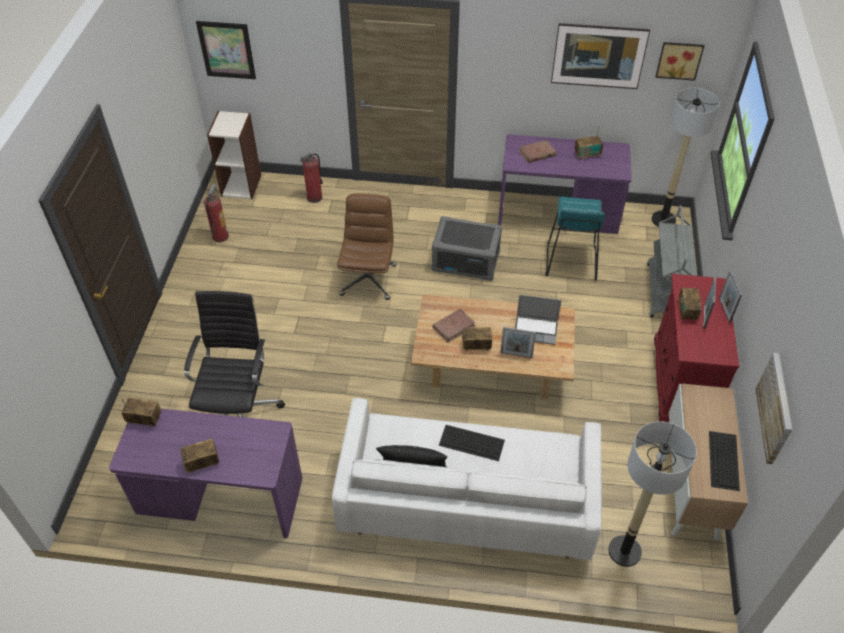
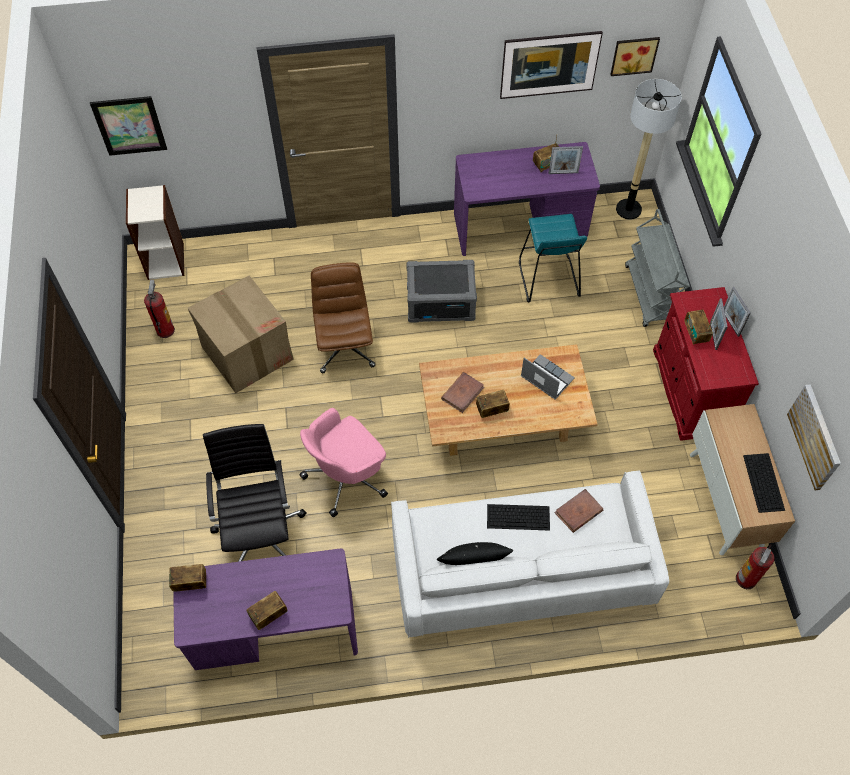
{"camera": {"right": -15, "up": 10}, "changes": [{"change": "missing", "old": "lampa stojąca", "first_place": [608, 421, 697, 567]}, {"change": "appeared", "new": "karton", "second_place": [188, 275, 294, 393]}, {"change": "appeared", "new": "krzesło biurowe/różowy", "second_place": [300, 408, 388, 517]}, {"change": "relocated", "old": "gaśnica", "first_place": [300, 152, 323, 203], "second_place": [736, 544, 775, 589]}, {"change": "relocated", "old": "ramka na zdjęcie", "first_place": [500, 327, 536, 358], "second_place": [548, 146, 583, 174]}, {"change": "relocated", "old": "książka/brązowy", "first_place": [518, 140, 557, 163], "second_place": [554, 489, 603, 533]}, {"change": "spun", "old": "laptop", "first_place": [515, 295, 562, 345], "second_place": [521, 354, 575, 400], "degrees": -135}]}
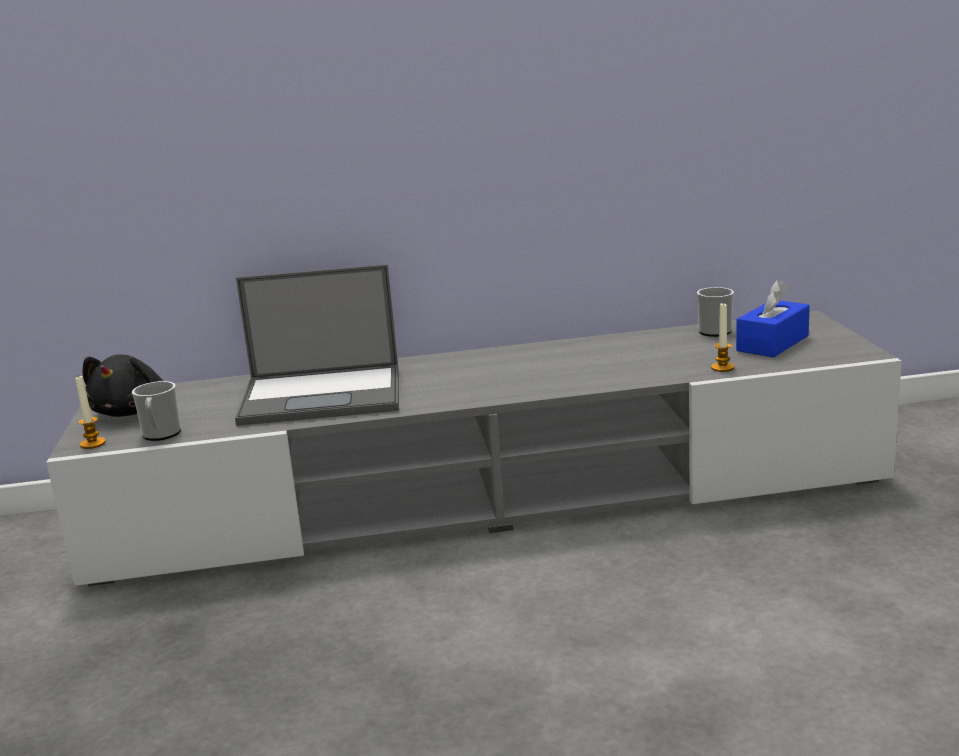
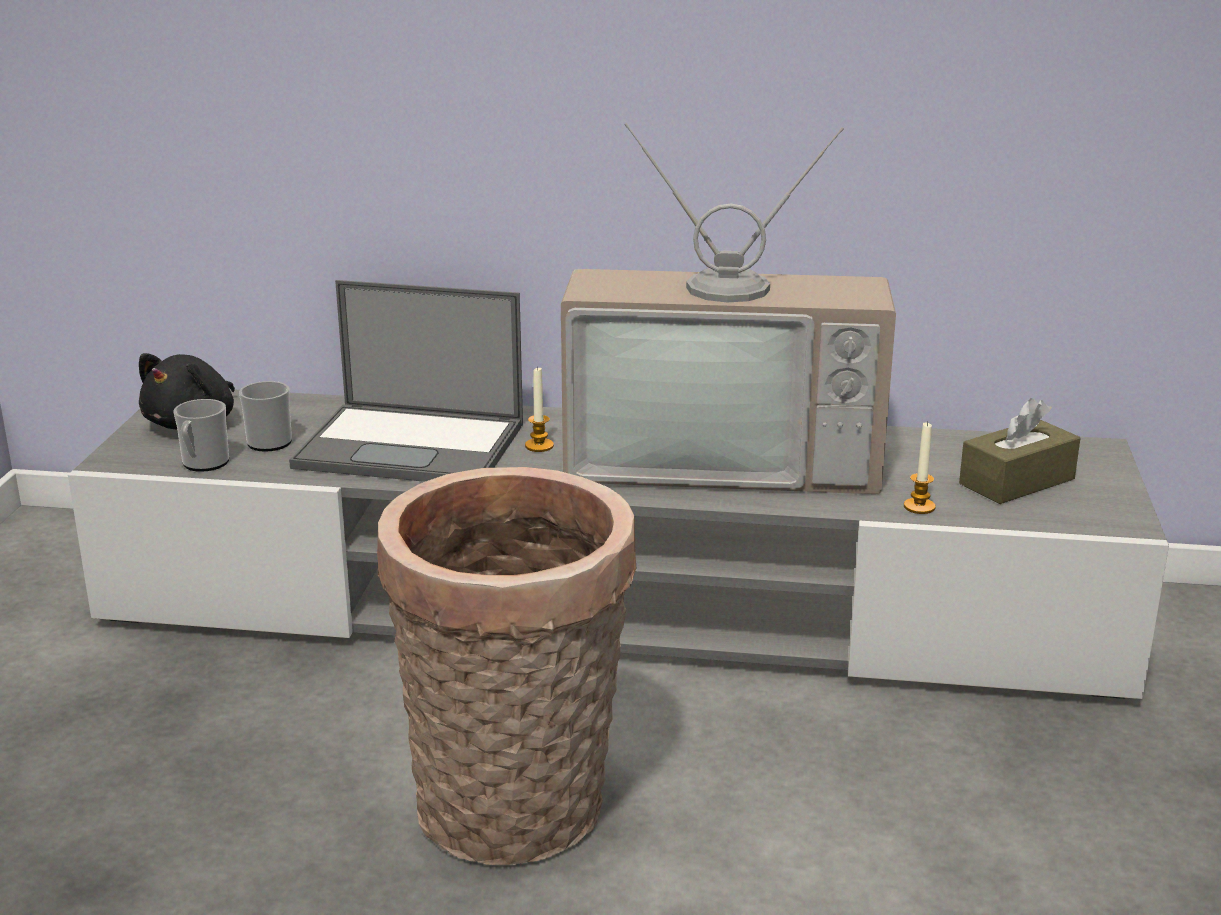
{"camera": {"right": 15, "up": 5}, "changes": [{"change": "appeared", "new": "koszyk", "second_place": [377, 467, 636, 865]}, {"change": "appeared", "new": "telewizor", "second_place": [561, 123, 896, 494]}, {"change": "relocated", "old": "świeca", "first_place": [76, 375, 106, 449], "second_place": [525, 366, 554, 452]}, {"change": "relocated", "old": "kubek", "first_place": [697, 287, 734, 337], "second_place": [239, 381, 292, 452]}, {"change": "colour", "old": "pudełko chusteczek/niebieski", "new": "pudełko chusteczek/brązowy", "first_place": [736, 280, 810, 357], "second_place": [959, 398, 1080, 504]}]}
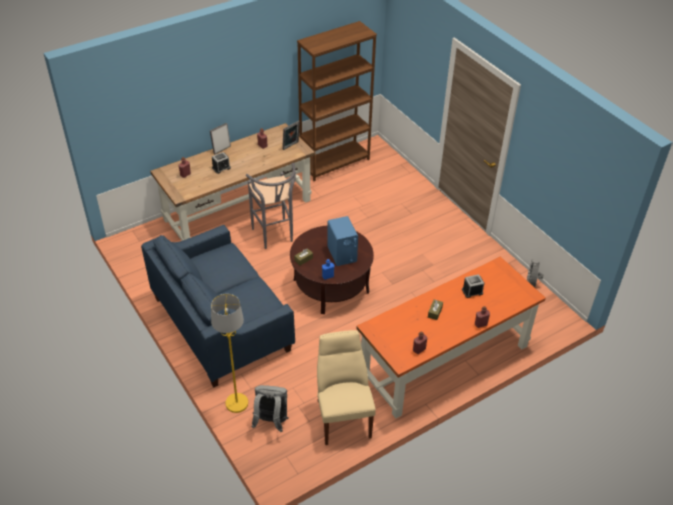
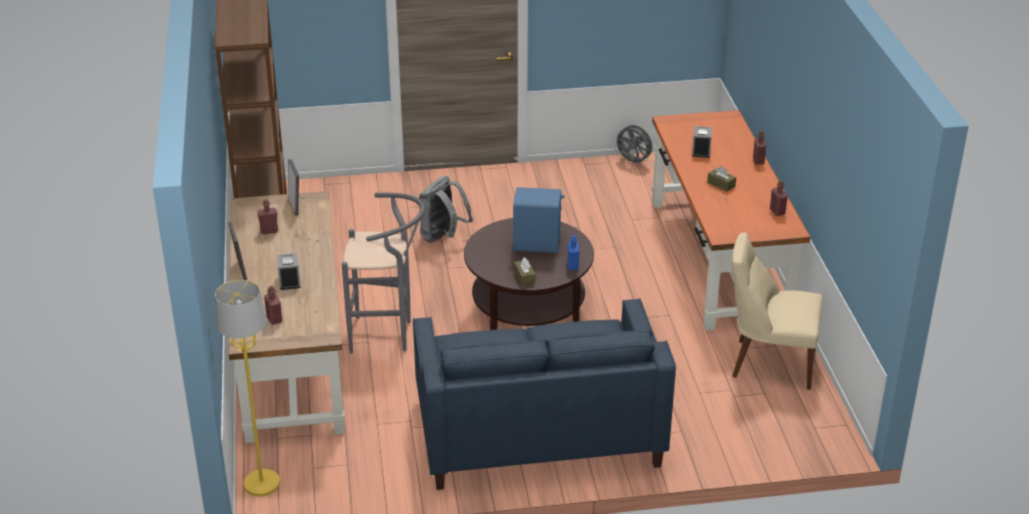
{"camera": {"right": -65, "up": -10}, "changes": [{"change": "relocated", "old": "lampa stojąca/żółty", "first_place": [211, 294, 248, 413], "second_place": [215, 280, 280, 497]}, {"change": "relocated", "old": "plecak/szary", "first_place": [252, 385, 289, 432], "second_place": [419, 176, 473, 242]}]}
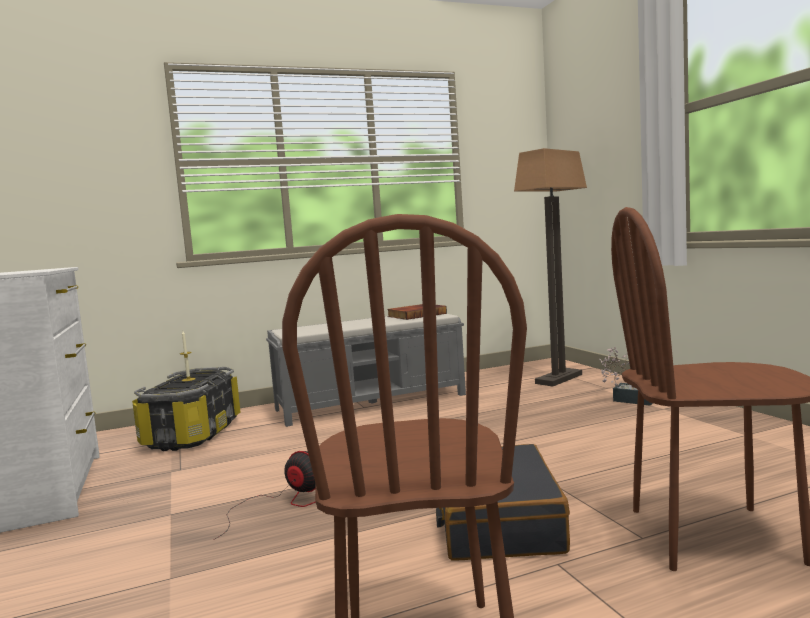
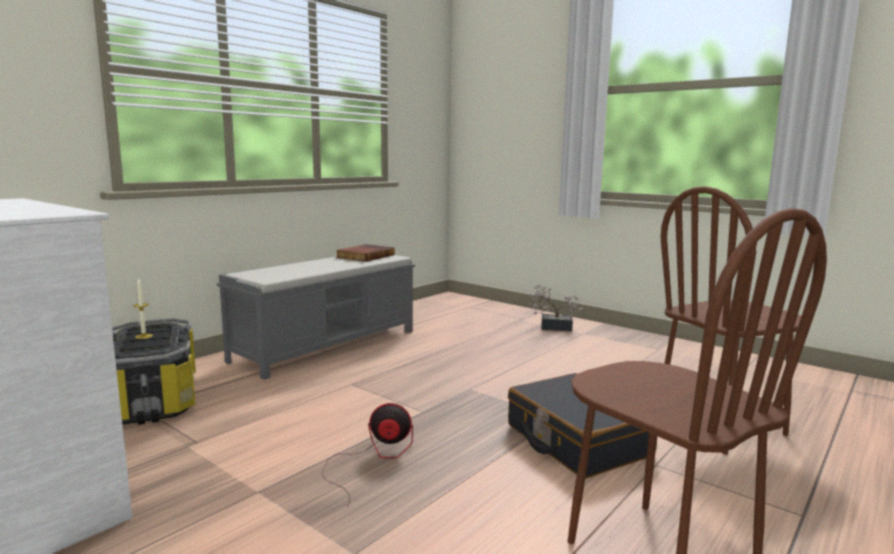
{"camera": {"right": -30, "up": 5}, "changes": [{"change": "missing", "old": "lampa stojąca", "first_place": [514, 148, 587, 387]}]}
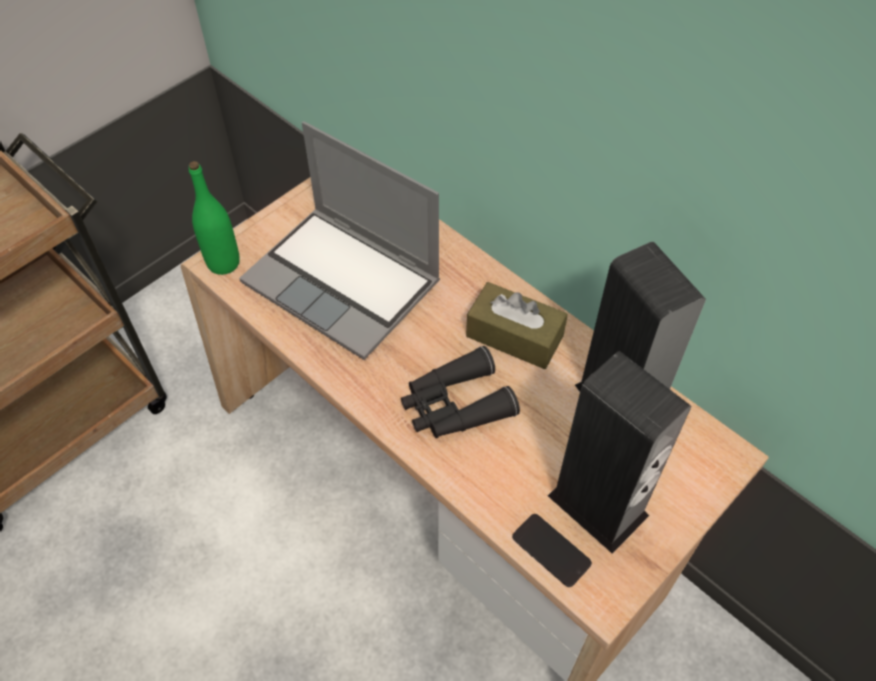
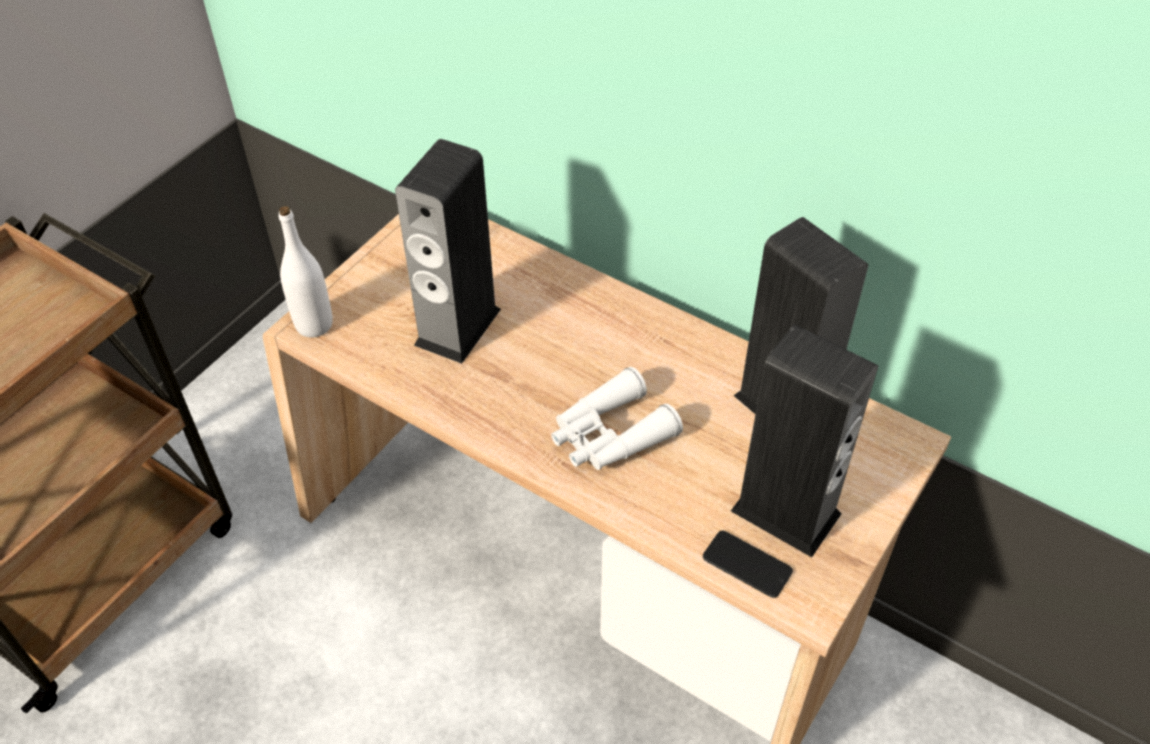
{"camera": {"right": -10, "up": -5}, "changes": [{"change": "missing", "old": "pudełko chusteczek/brązowy", "first_place": [466, 282, 568, 369]}, {"change": "exchanged", "old": "laptop", "new": "głośnik", "first_place": [239, 121, 440, 360], "second_place": [395, 139, 501, 364]}, {"change": "colour", "old": "butelka/zielony", "new": "butelka/biały", "first_place": [189, 161, 240, 275], "second_place": [279, 206, 333, 337]}, {"change": "colour", "old": "lornetka/czarny", "new": "lornetka/biały", "first_place": [401, 346, 520, 438], "second_place": [551, 367, 683, 470]}]}
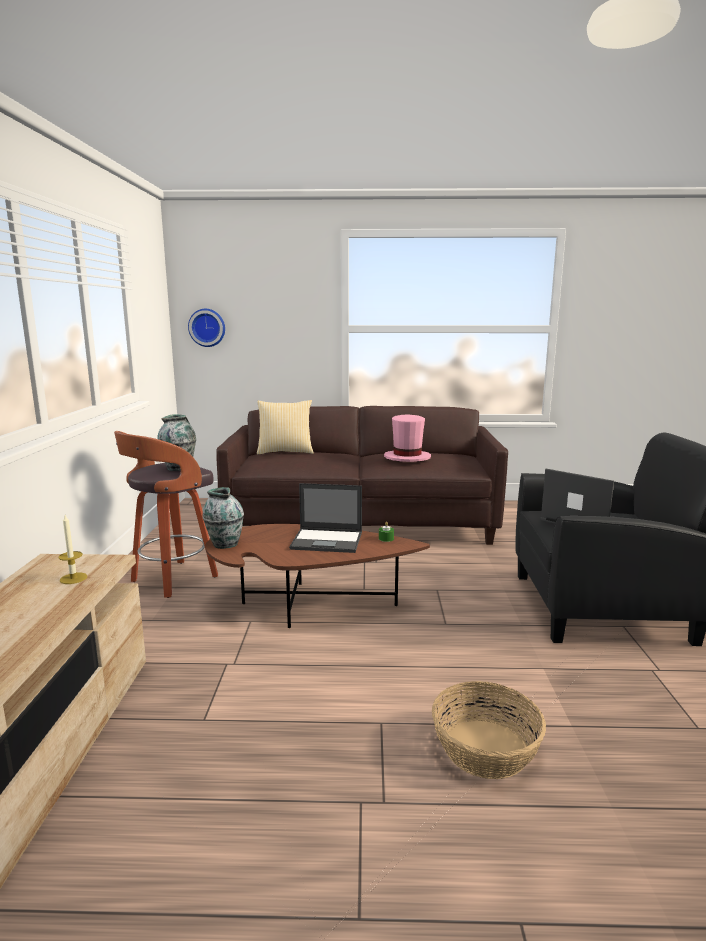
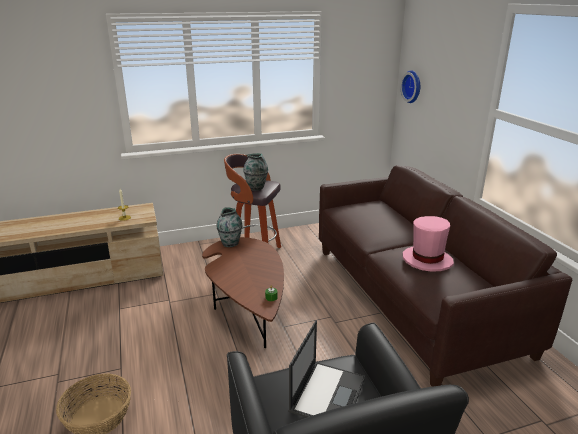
{"camera": {"right": 70, "up": 10}, "changes": [{"change": "missing", "old": "poduszka", "first_place": [257, 400, 314, 455]}, {"change": "missing", "old": "laptop", "first_place": [289, 483, 362, 553]}]}
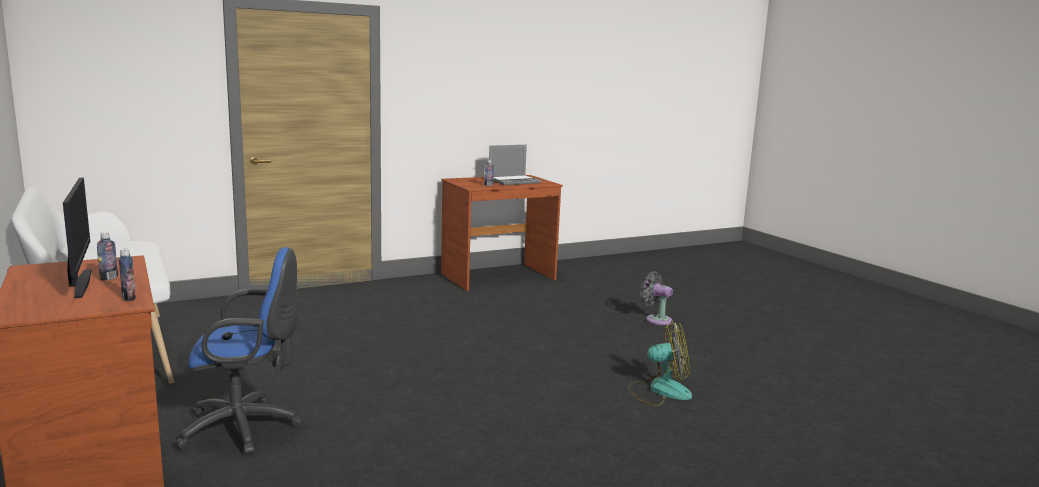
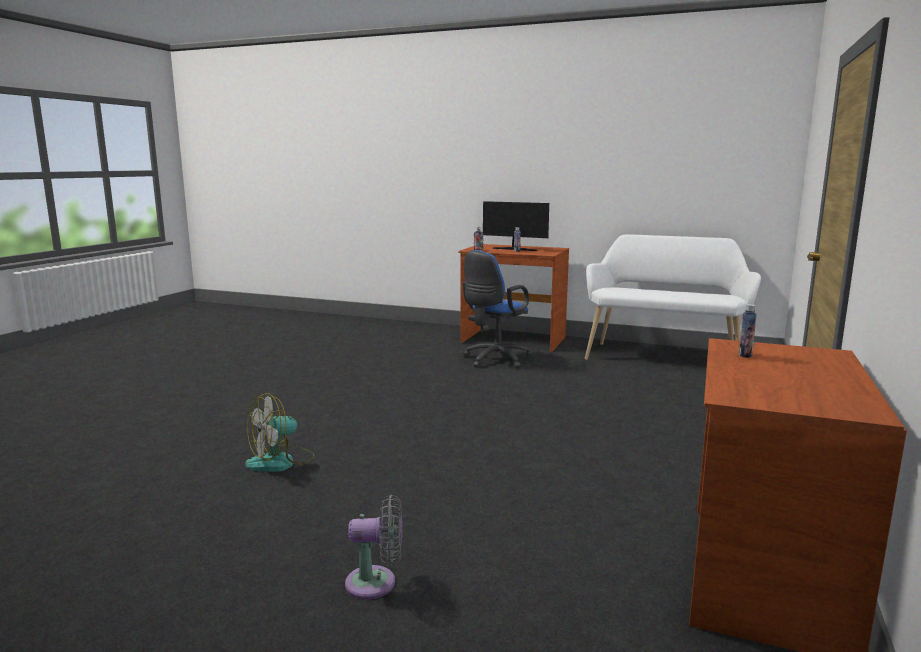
{"camera": {"right": 140, "up": 0}, "changes": [{"change": "missing", "old": "laptop", "first_place": [489, 145, 541, 185]}]}
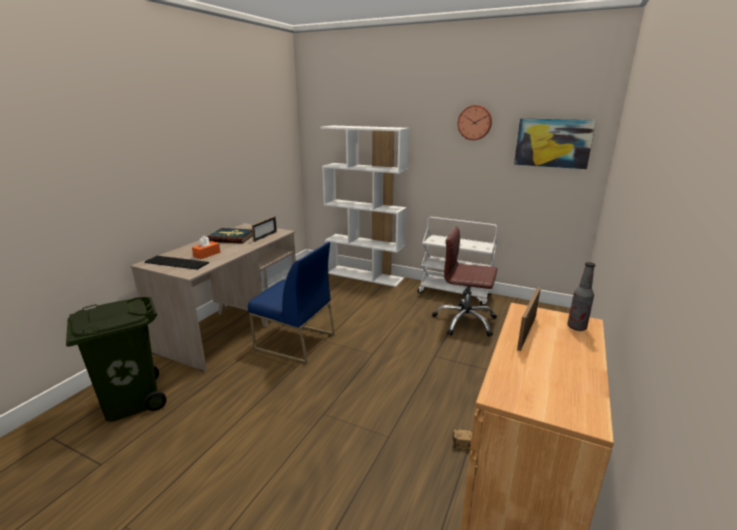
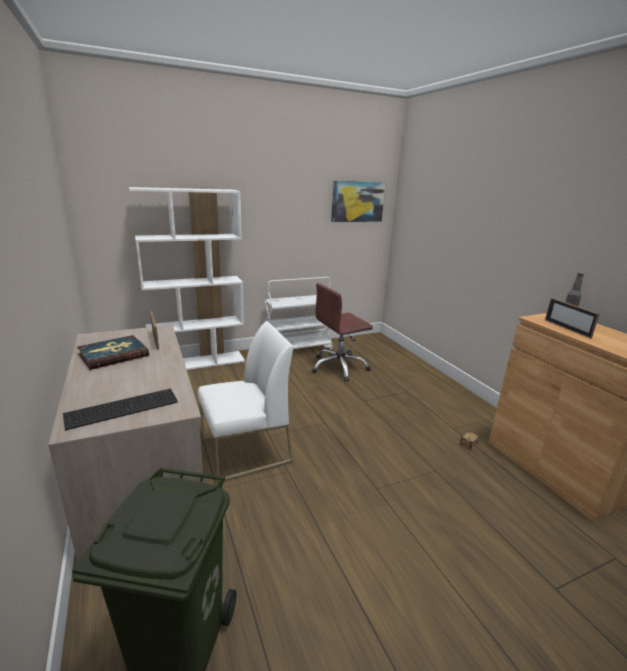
{"camera": {"right": -50, "up": 0}, "changes": [{"change": "missing", "old": "pudełko chusteczek/pomarańczowy", "first_place": [192, 236, 220, 259]}, {"change": "missing", "old": "zegar ścienny", "first_place": [458, 105, 492, 140]}, {"change": "colour", "old": "krzesło/niebieski", "new": "krzesło/biały", "first_place": [248, 242, 335, 364], "second_place": [198, 321, 293, 483]}]}
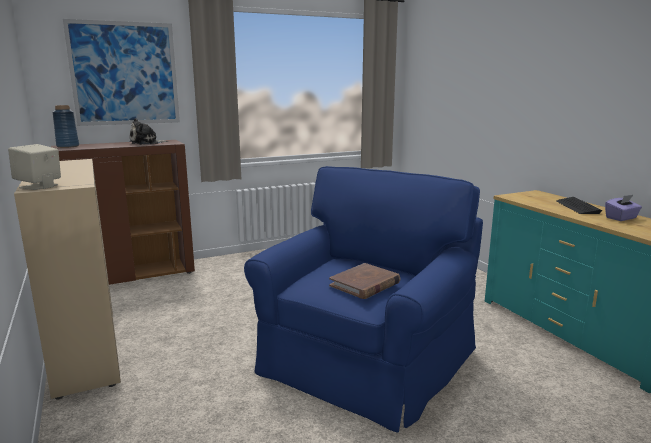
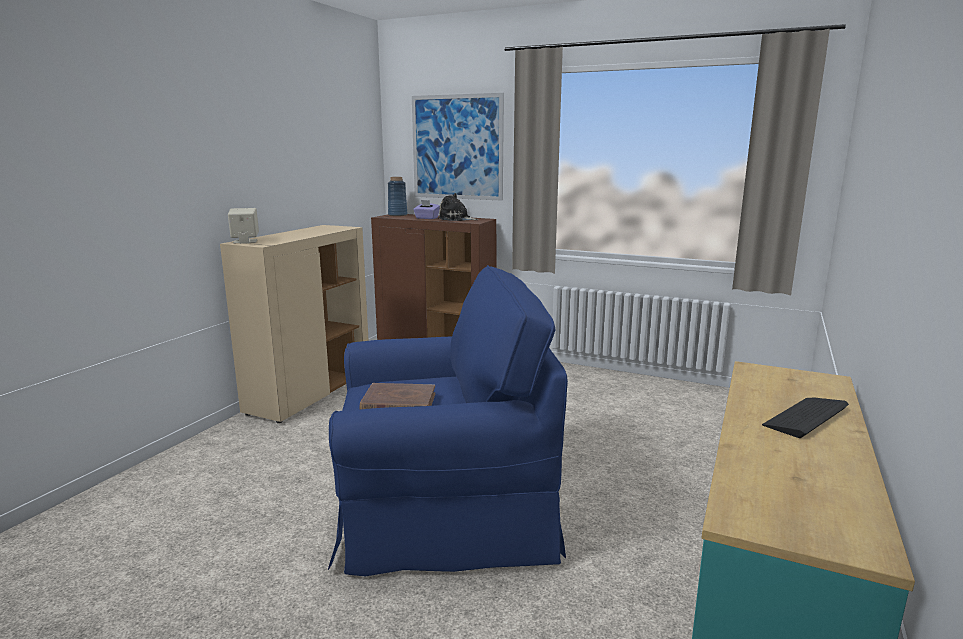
{"camera": {"right": 50, "up": 0}, "changes": [{"change": "relocated", "old": "pudełko chusteczek/fioletowy", "first_place": [605, 195, 642, 221], "second_place": [413, 200, 440, 219]}]}
